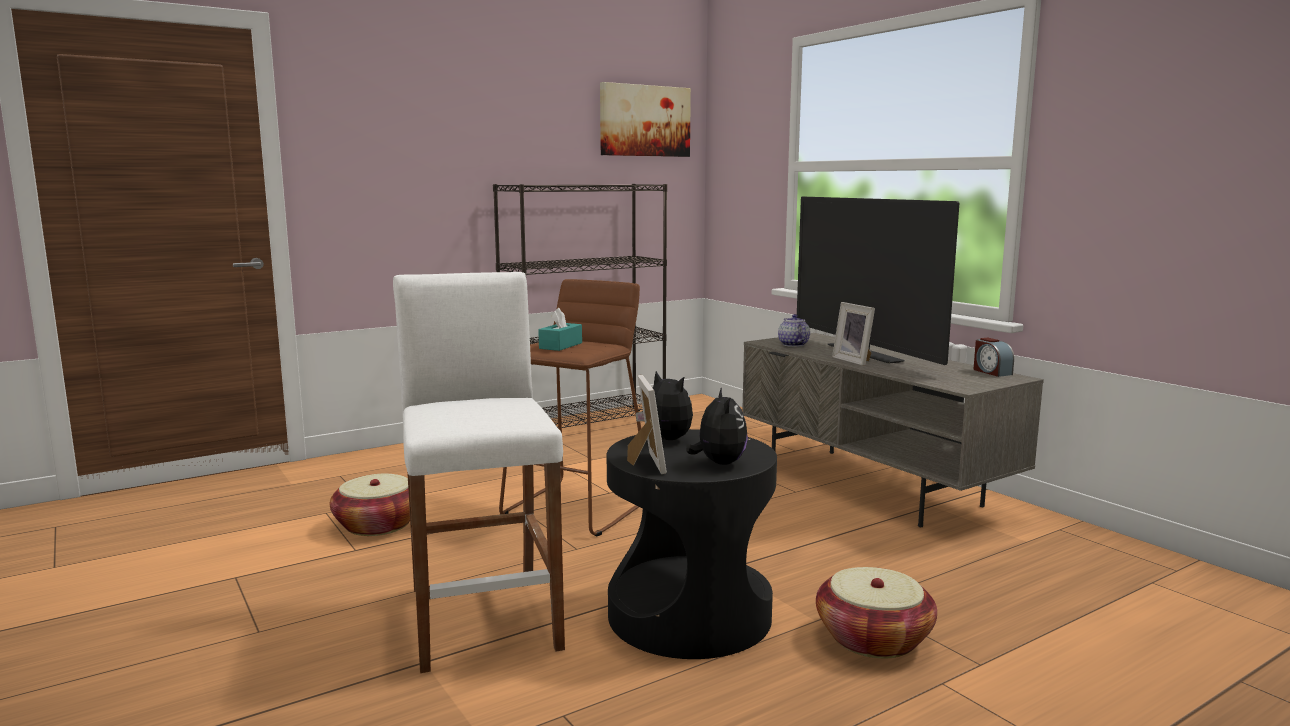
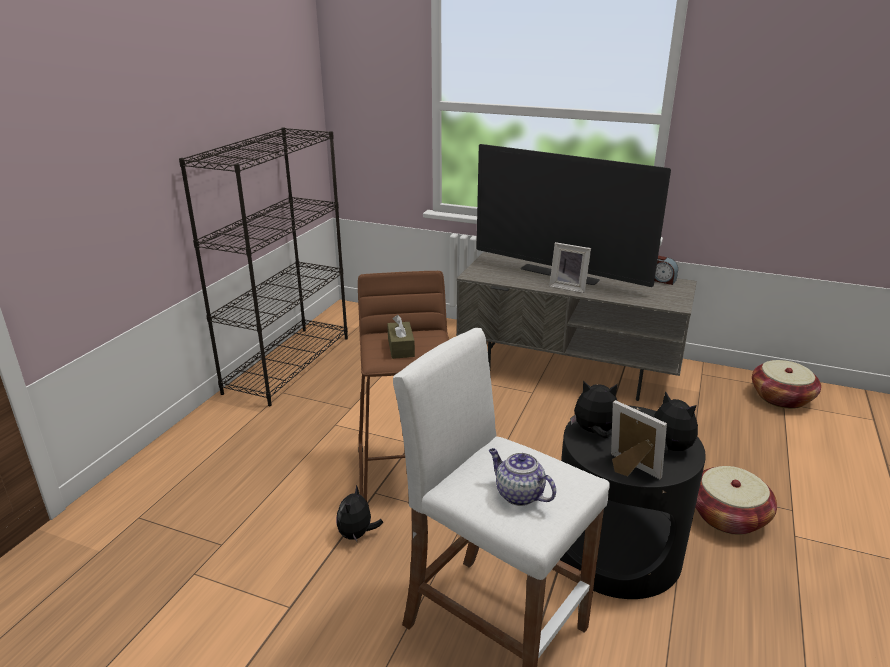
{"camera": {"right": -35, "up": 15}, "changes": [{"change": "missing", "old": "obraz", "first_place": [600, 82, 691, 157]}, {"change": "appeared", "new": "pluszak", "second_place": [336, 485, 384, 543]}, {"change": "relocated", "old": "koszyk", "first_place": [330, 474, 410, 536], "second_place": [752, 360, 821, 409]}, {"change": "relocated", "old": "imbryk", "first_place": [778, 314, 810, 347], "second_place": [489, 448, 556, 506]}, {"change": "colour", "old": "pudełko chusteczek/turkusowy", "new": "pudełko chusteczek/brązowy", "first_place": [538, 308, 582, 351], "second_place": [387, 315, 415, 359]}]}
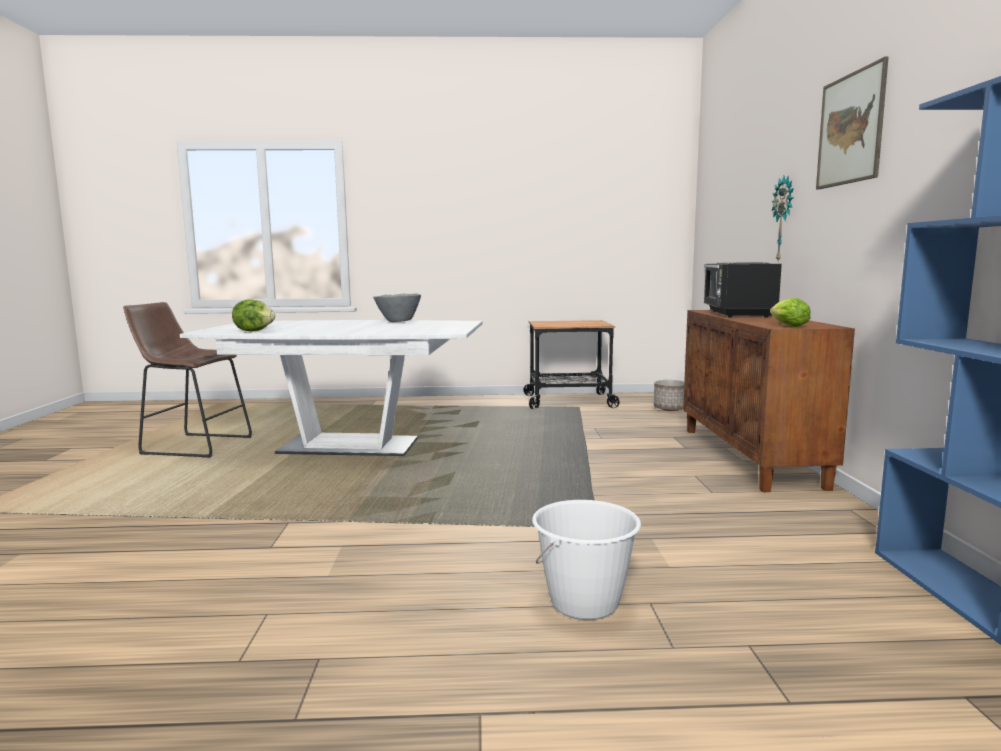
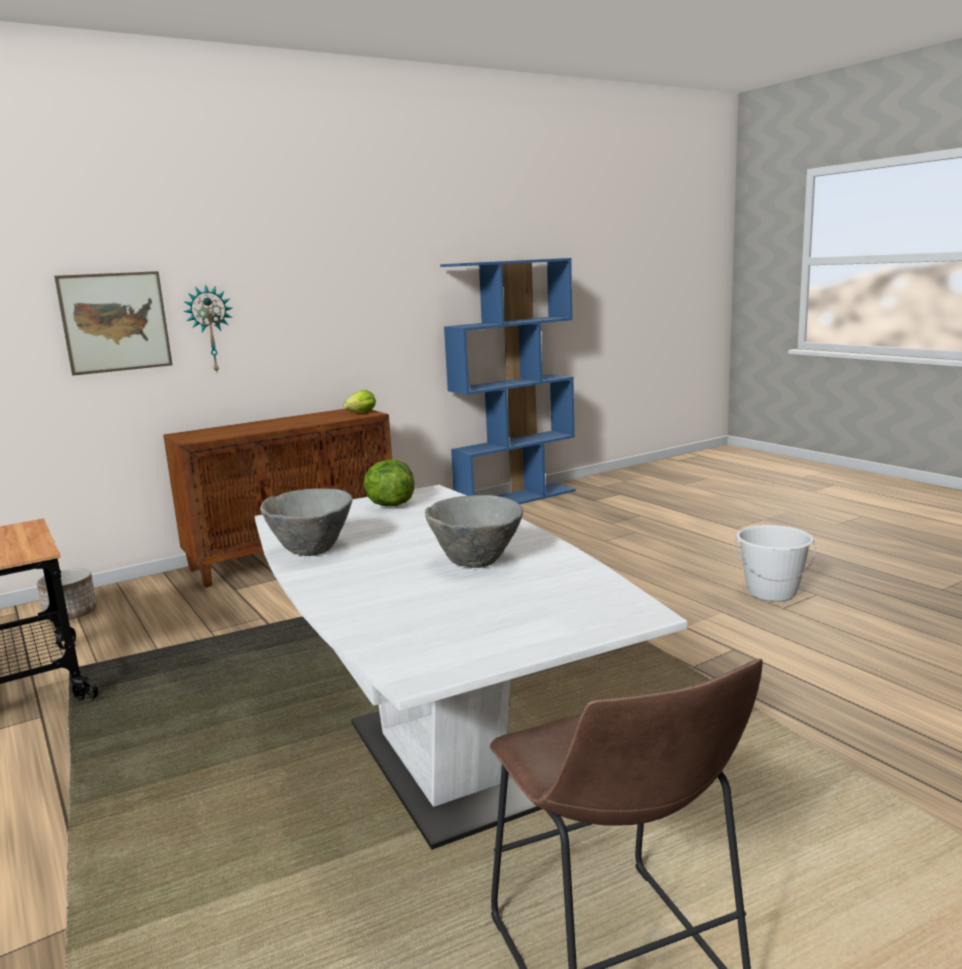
{"camera": {"right": -120, "up": 5}, "changes": [{"change": "missing", "old": "mikrofalówka/czarny", "first_place": [704, 262, 782, 318]}, {"change": "appeared", "new": "miska/szary", "second_place": [425, 495, 523, 568]}, {"change": "relocated", "old": "sałata", "first_place": [232, 299, 275, 331], "second_place": [364, 460, 414, 506]}, {"change": "relocated", "old": "wiadro/biały", "first_place": [532, 500, 641, 620], "second_place": [735, 525, 815, 602]}, {"change": "relocated", "old": "obraz", "first_place": [816, 56, 889, 190], "second_place": [54, 271, 172, 376]}]}
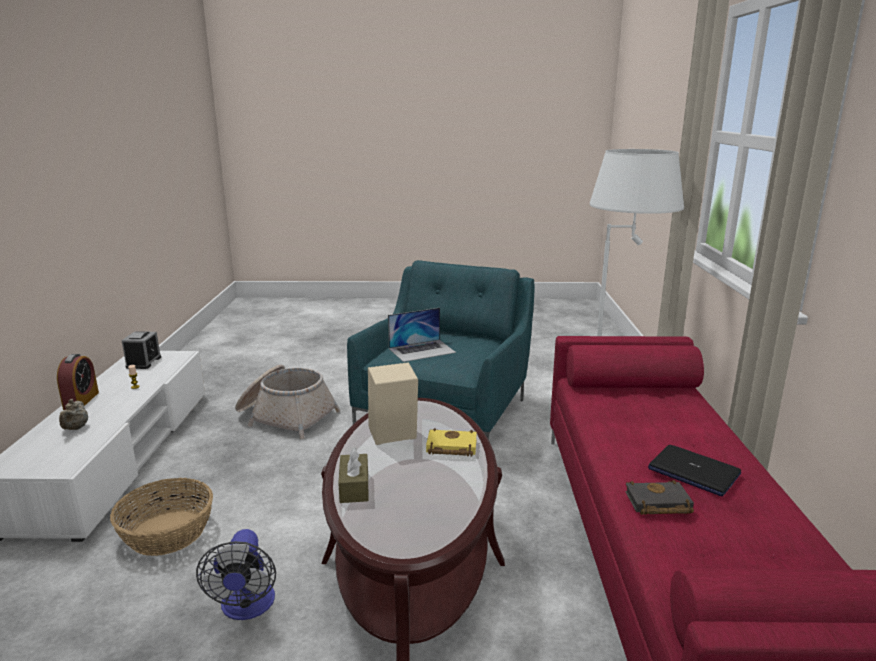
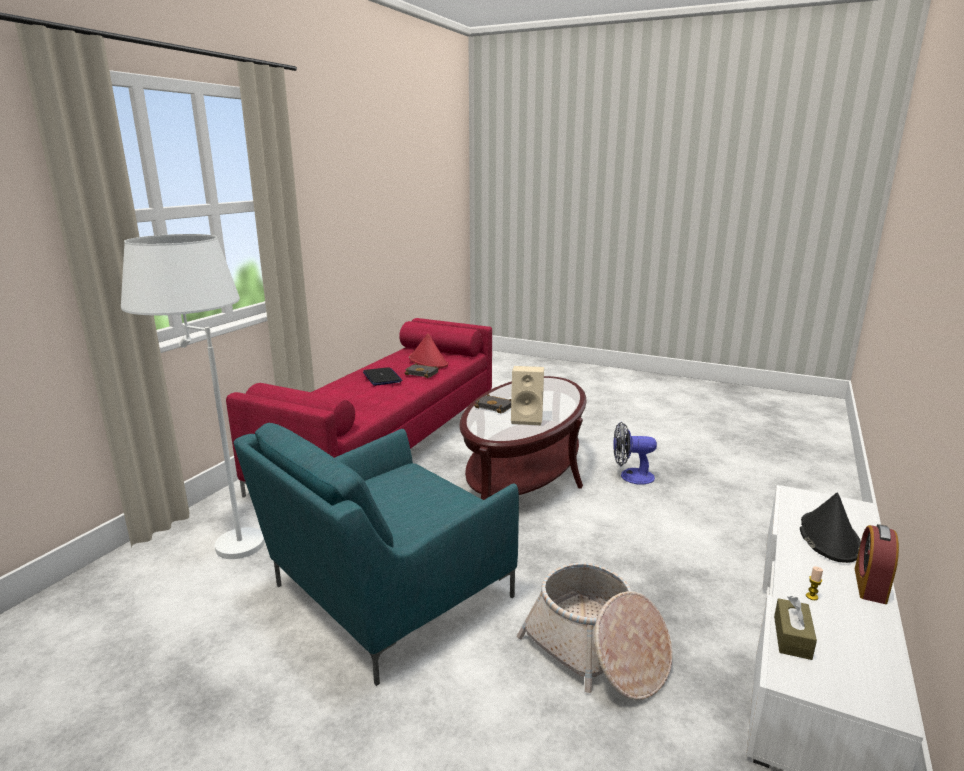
{"camera": {"right": -155, "up": 0}, "changes": [{"change": "missing", "old": "koszyk", "first_place": [110, 478, 213, 556]}, {"change": "missing", "old": "budzik", "first_place": [122, 331, 161, 369]}, {"change": "missing", "old": "laptop", "first_place": [388, 308, 456, 362]}, {"change": "appeared", "new": "kapelusz/czerwony", "second_place": [409, 333, 448, 368]}, {"change": "relocated", "old": "pudełko chusteczek/brązowy", "first_place": [338, 447, 369, 503], "second_place": [774, 596, 817, 660]}, {"change": "exchanged", "old": "imbryk/beżowy", "new": "kapelusz/czarny", "first_place": [59, 399, 88, 430], "second_place": [800, 493, 861, 563]}, {"change": "colour", "old": "książka/żółty", "new": "książka/czarny", "first_place": [426, 428, 477, 457], "second_place": [474, 394, 511, 413]}, {"change": "spun", "old": "wentylator", "first_place": [196, 529, 276, 620], "second_place": [613, 422, 657, 485], "degrees": -105}]}
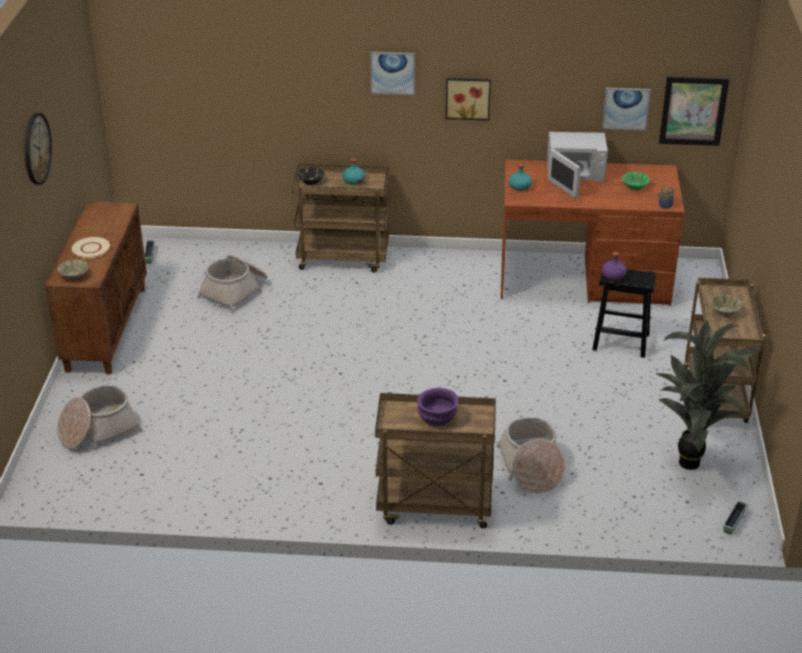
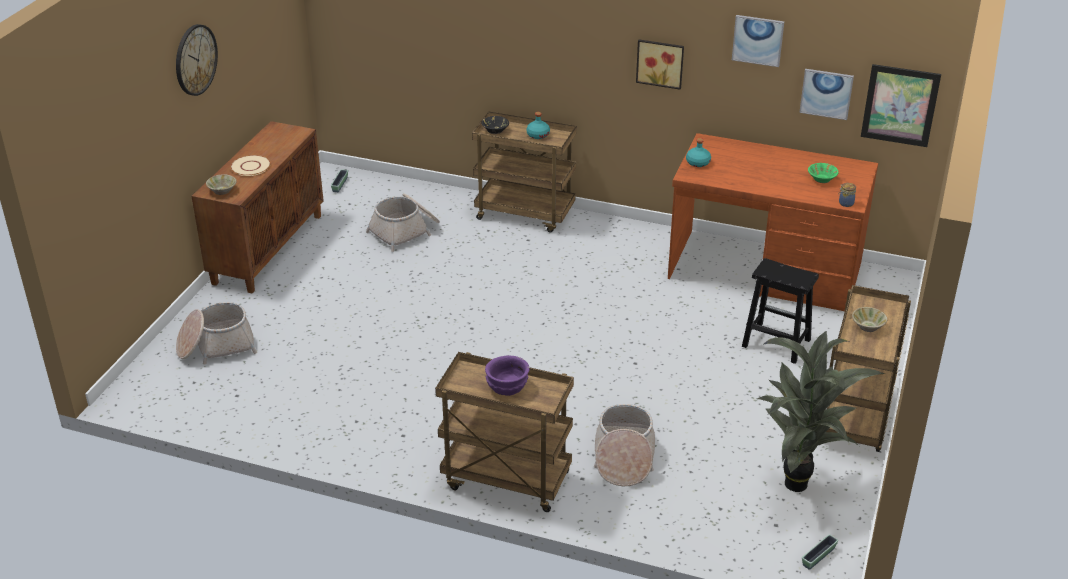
{"camera": {"right": 15, "up": 0}, "changes": [{"change": "missing", "old": "mikrofalówka/biały", "first_place": [547, 132, 608, 199]}, {"change": "missing", "old": "butelka/fioletowy", "first_place": [602, 252, 627, 280]}, {"change": "relocated", "old": "obraz", "first_place": [370, 52, 415, 95], "second_place": [732, 15, 784, 67]}]}
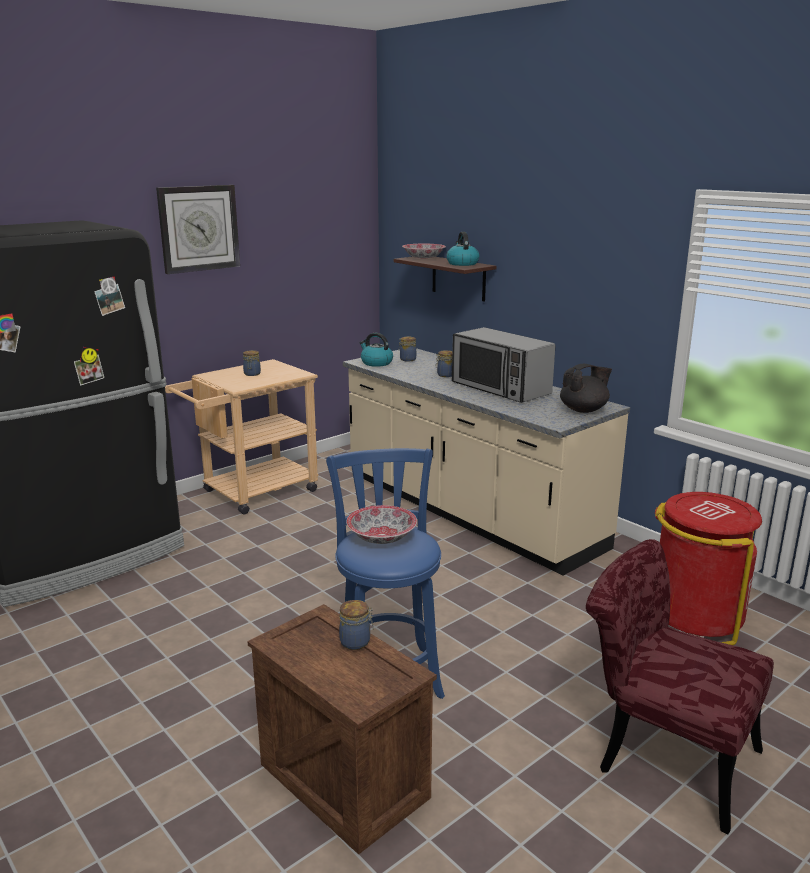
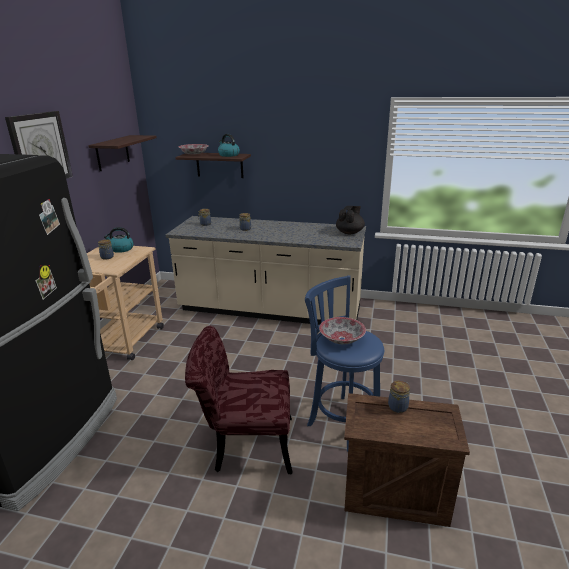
{"camera": {"right": -35, "up": 5}, "changes": [{"change": "missing", "old": "mikrofalówka", "first_place": [452, 327, 555, 403]}, {"change": "missing", "old": "kosz na śmieci/czerwony", "first_place": [655, 492, 762, 645]}, {"change": "appeared", "new": "półka", "second_place": [88, 135, 157, 171]}, {"change": "relocated", "old": "czajnik", "first_place": [360, 333, 393, 367], "second_place": [104, 227, 134, 253]}, {"change": "relocated", "old": "krzesło/czerwony", "first_place": [586, 539, 774, 834], "second_place": [185, 326, 292, 474]}]}
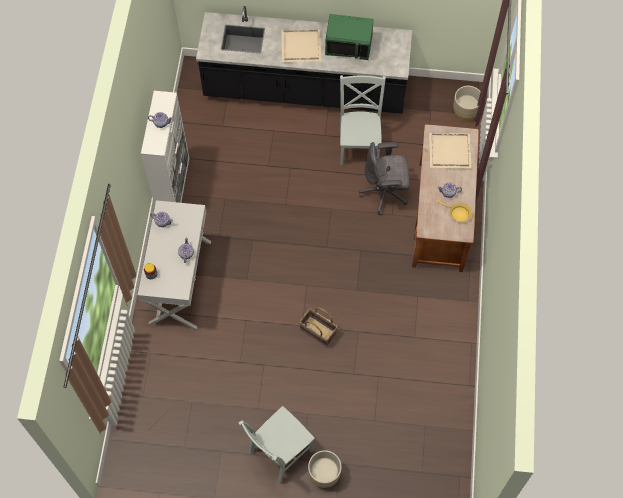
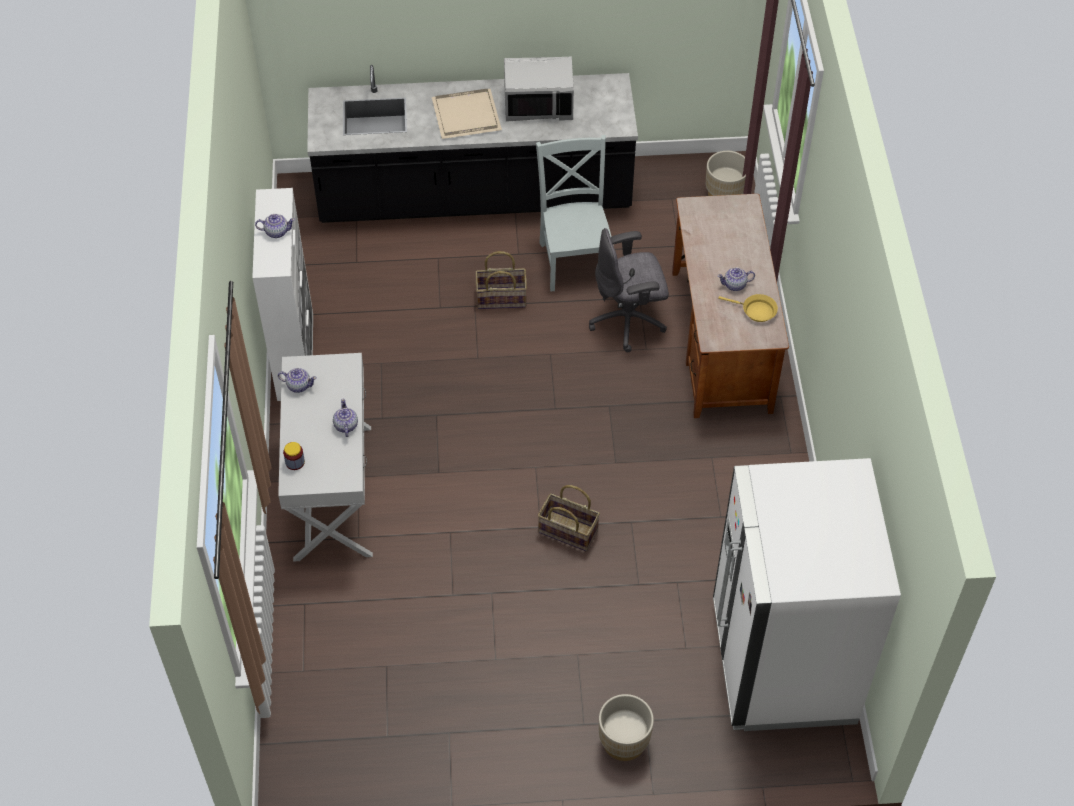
{"camera": {"right": -10, "up": -10}, "changes": [{"change": "missing", "old": "krzesło/szary", "first_place": [238, 406, 315, 484]}, {"change": "missing", "old": "taca/beżowy", "first_place": [429, 133, 471, 168]}, {"change": "appeared", "new": "koszyk", "second_place": [475, 251, 527, 309]}, {"change": "appeared", "new": "lodówka/biały", "second_place": [713, 458, 901, 731]}, {"change": "colour", "old": "mikrofalówka/zielony", "new": "mikrofalówka/szary", "first_place": [325, 14, 374, 60], "second_place": [504, 57, 574, 122]}]}
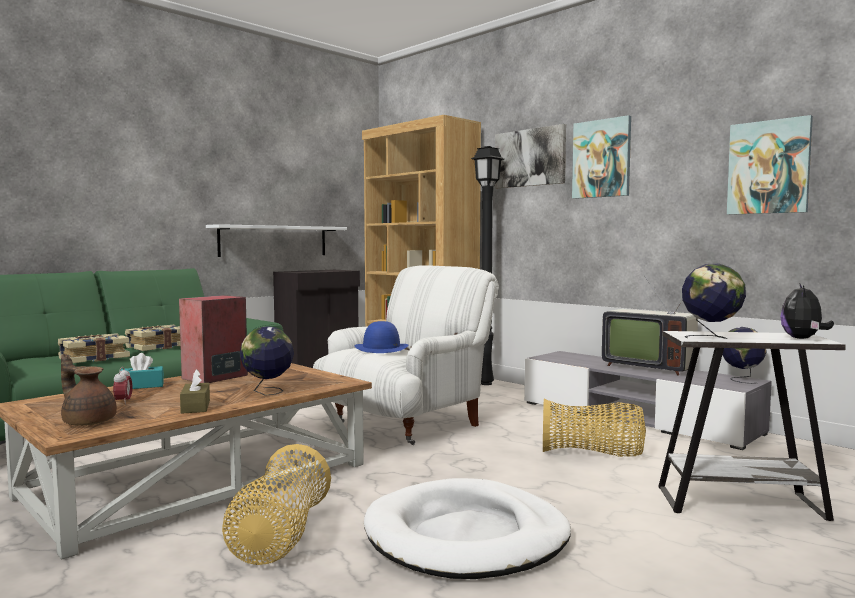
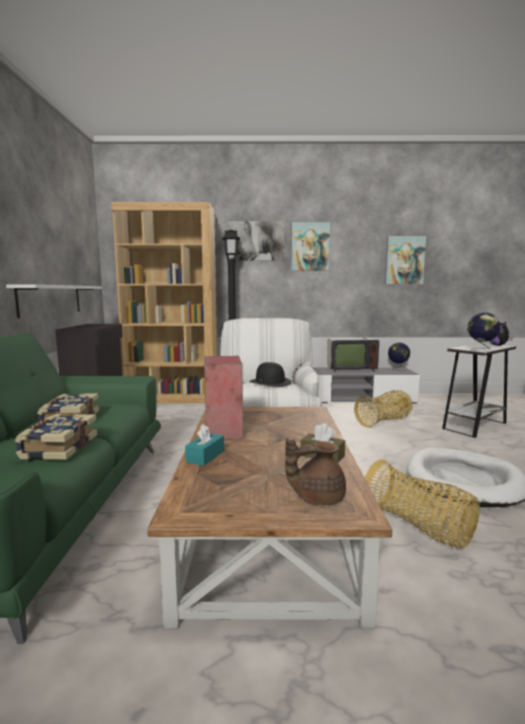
{"camera": {"right": -45, "up": 5}, "changes": [{"change": "missing", "old": "budzik", "first_place": [113, 367, 133, 404]}, {"change": "missing", "old": "globus", "first_place": [240, 326, 294, 396]}, {"change": "colour", "old": "kapelusz/niebieski", "new": "kapelusz/czarny", "first_place": [355, 321, 409, 353], "second_place": [249, 362, 292, 387]}]}
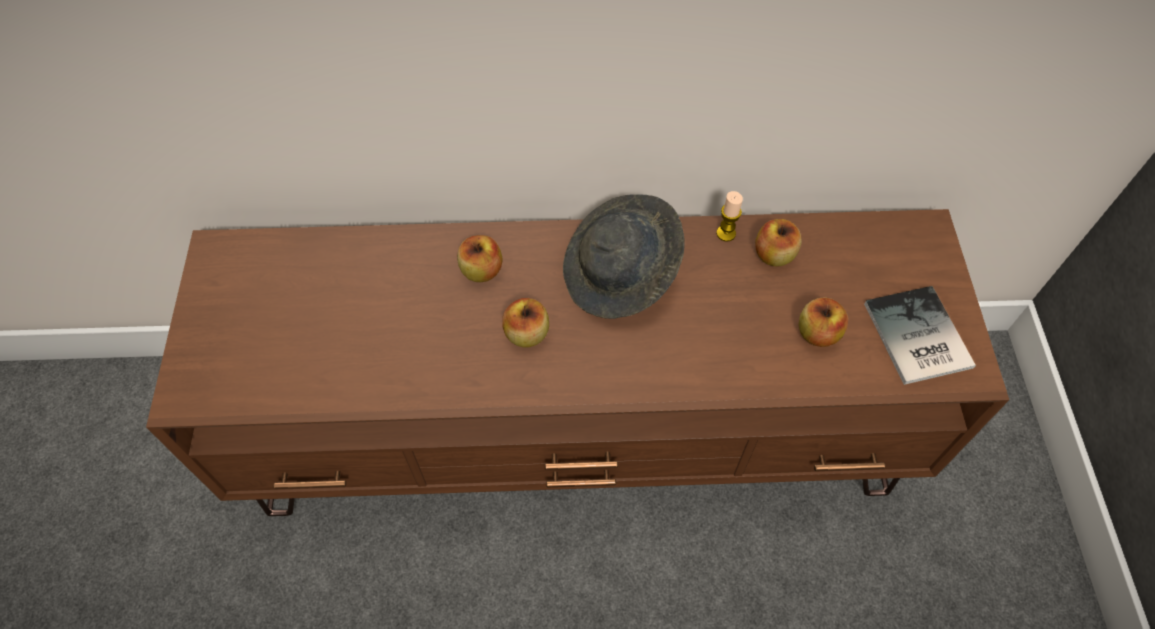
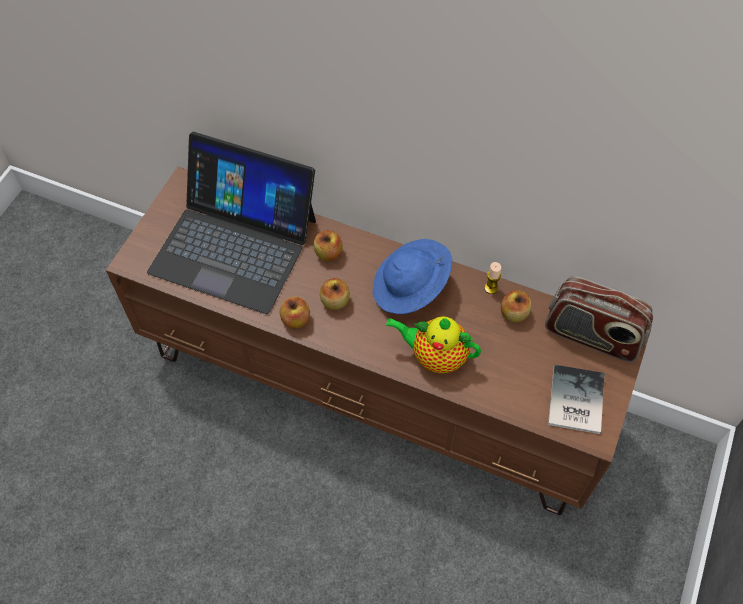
{"camera": {"right": 25, "up": 0}, "changes": [{"change": "appeared", "new": "laptop", "second_place": [147, 132, 316, 314]}, {"change": "appeared", "new": "imbryk", "second_place": [386, 316, 481, 374]}, {"change": "appeared", "new": "radio", "second_place": [545, 276, 653, 362]}, {"change": "relocated", "old": "jabłko", "first_place": [798, 297, 848, 347], "second_place": [280, 297, 310, 329]}, {"change": "colour", "old": "kapelusz/szary", "new": "kapelusz/niebieski", "first_place": [563, 194, 685, 319], "second_place": [373, 239, 452, 314]}]}
